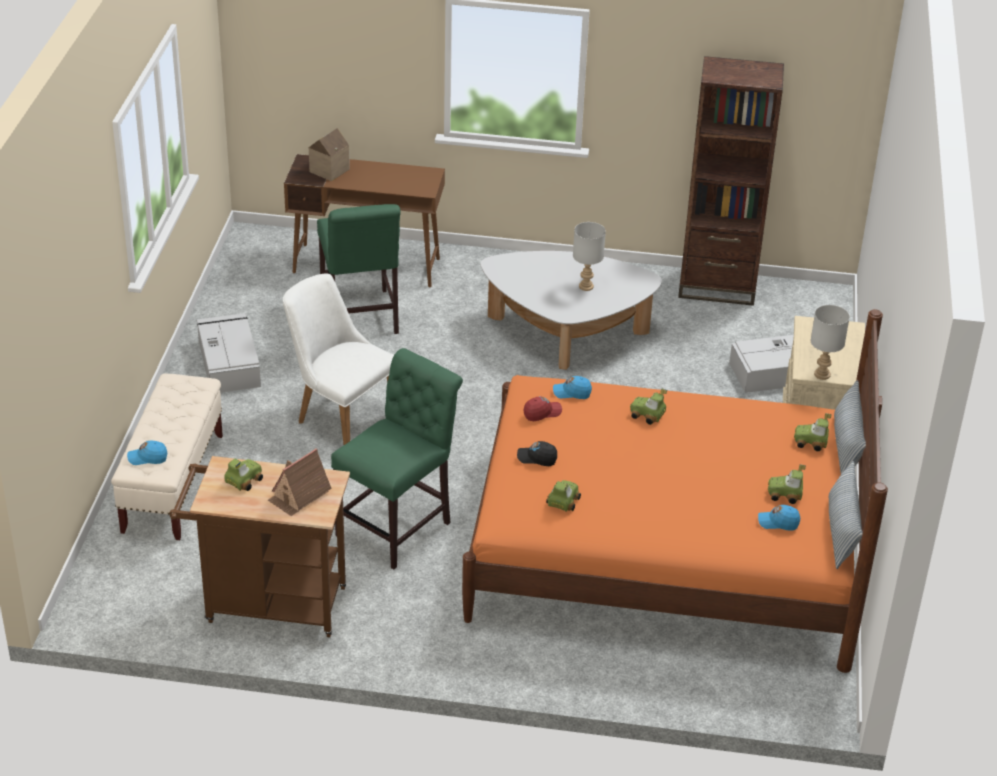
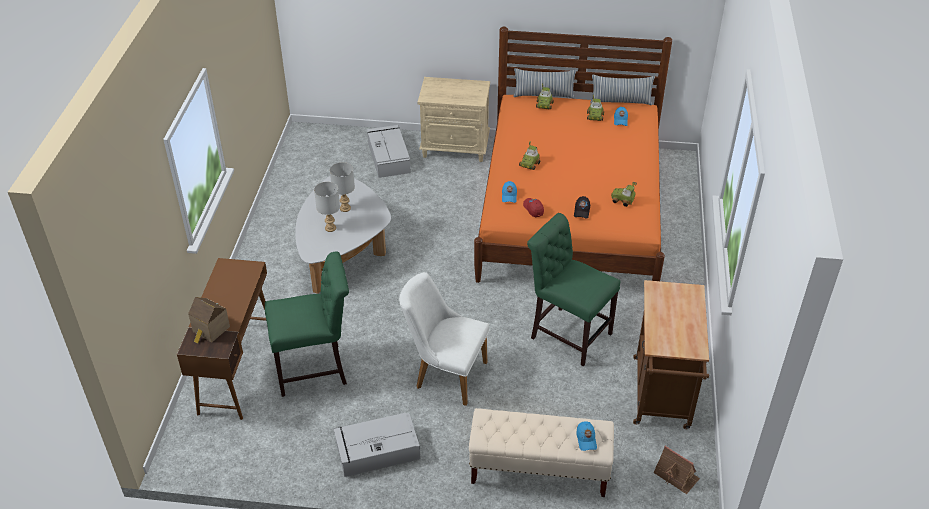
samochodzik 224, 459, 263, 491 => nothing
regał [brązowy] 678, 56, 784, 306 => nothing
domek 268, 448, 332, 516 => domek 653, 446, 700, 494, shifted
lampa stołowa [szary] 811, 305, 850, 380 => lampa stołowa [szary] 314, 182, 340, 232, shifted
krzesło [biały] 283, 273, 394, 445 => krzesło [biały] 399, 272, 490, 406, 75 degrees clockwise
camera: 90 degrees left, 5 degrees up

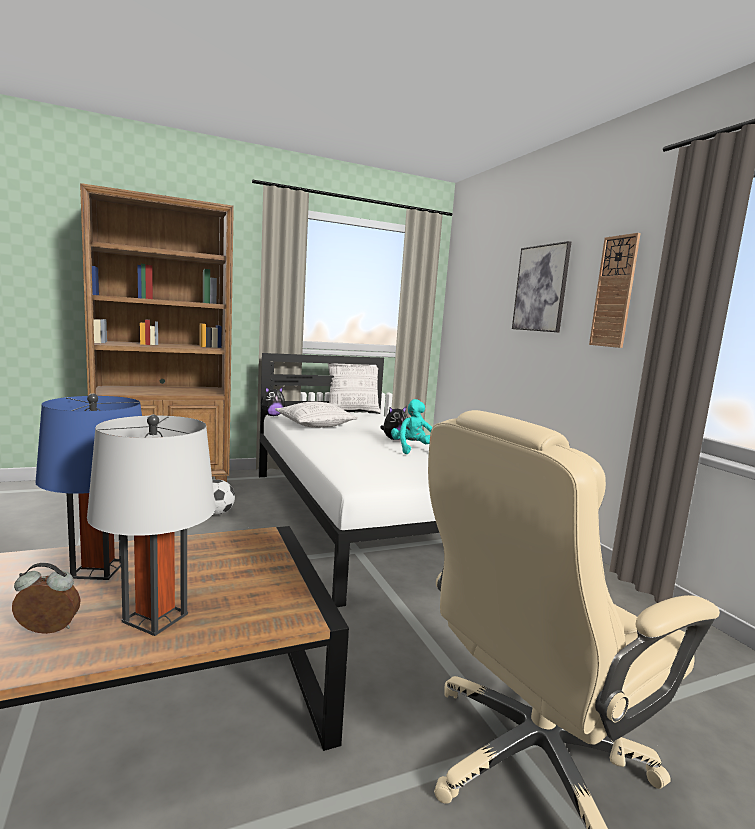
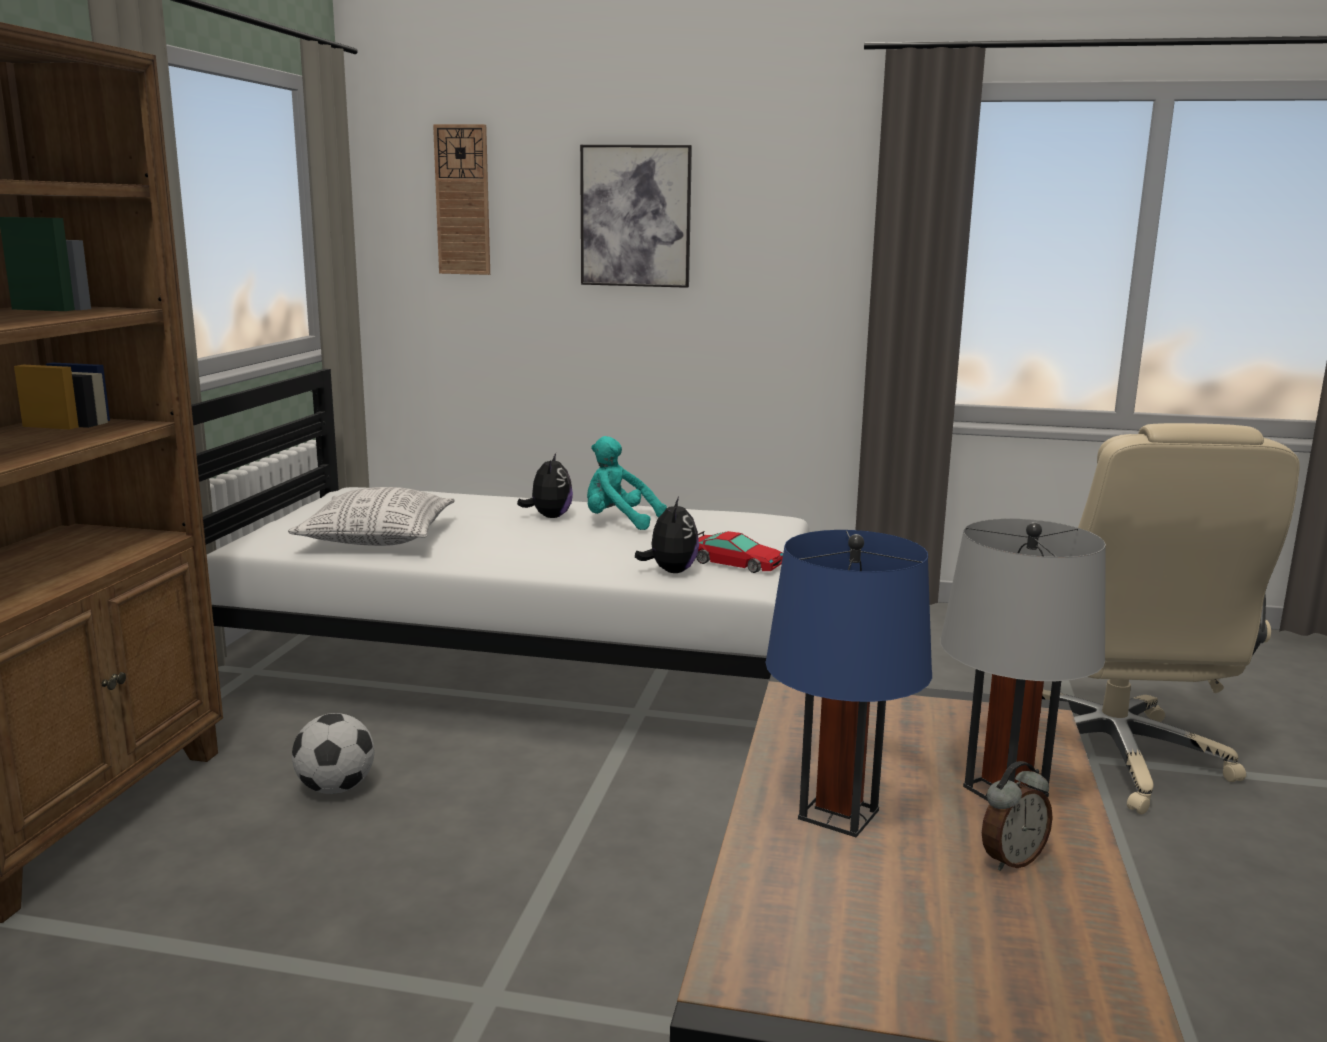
poduszka 328, 363, 381, 413 => nothing
nothing => samochodzik 696, 531, 783, 573
pluszak 262, 387, 285, 416 => pluszak 635, 497, 699, 573, shifted
zegar ścienny 589, 233, 641, 348 => zegar ścienny 433, 124, 490, 275, shifted
budzik 12, 563, 81, 634 => budzik 982, 761, 1053, 871, 150 degrees counterclockwise
camera: 55 degrees left, 5 degrees up

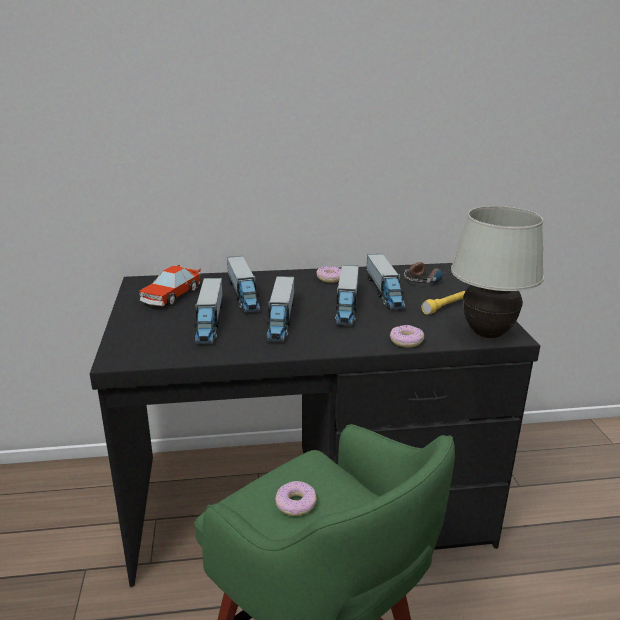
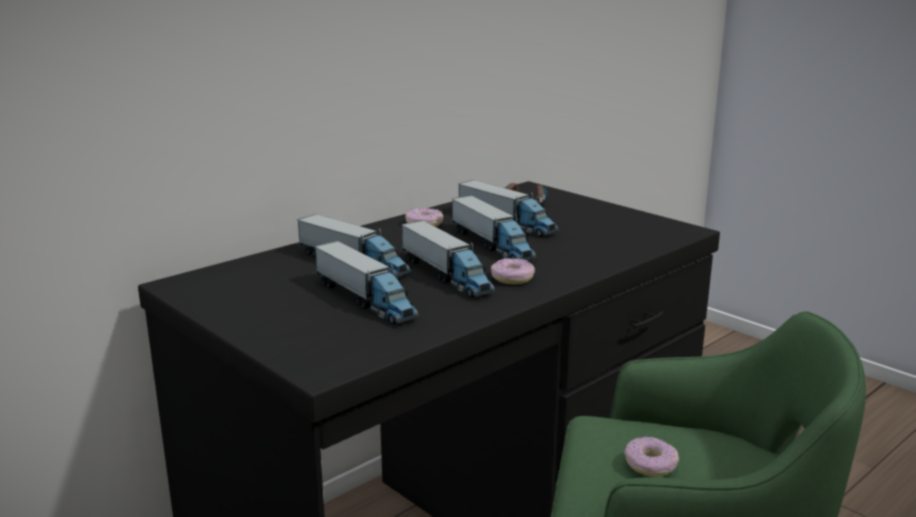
samochodzik 139, 264, 201, 306 => nothing
latarka [żółty] 421, 291, 465, 315 => nothing
lampa stołowa [biały] 451, 206, 544, 338 => nothing
donut 390, 325, 424, 347 => donut 491, 258, 535, 284, shifted
camera: 35 degrees left, 5 degrees down

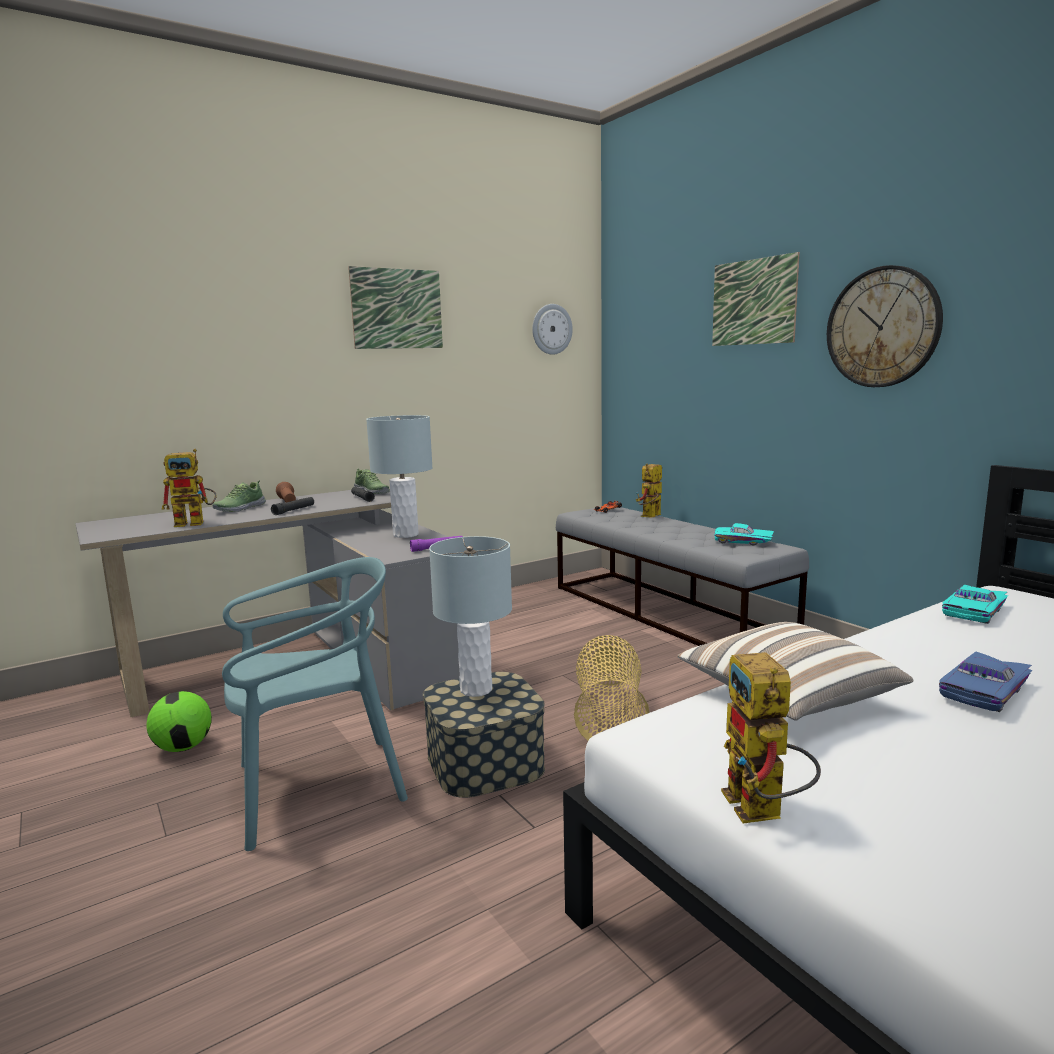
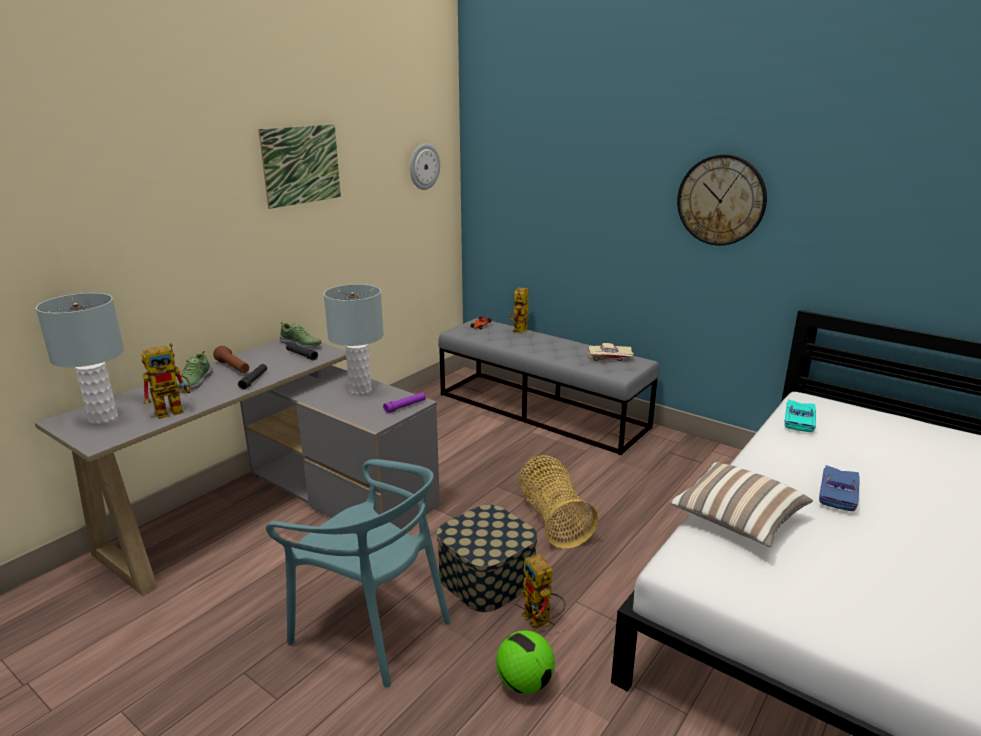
obraz 712, 252, 800, 346 => nothing
piłka futbolowa 146, 691, 212, 752 => piłka futbolowa 496, 630, 555, 694, shifted
lampa stołowa [szary] 429, 536, 512, 697 => lampa stołowa [szary] 36, 293, 124, 424, shifted
robot zabawkowy 721, 652, 821, 824 => robot zabawkowy 521, 553, 566, 630, shifted
samochodzik [turkusowy] 714, 523, 774, 545 => samochodzik [beżowy] 588, 343, 634, 361
krzesło [turkusowy] 222, 557, 408, 851 => krzesło [turkusowy] 266, 459, 451, 687, 75 degrees clockwise
camera: 20 degrees left, 10 degrees up

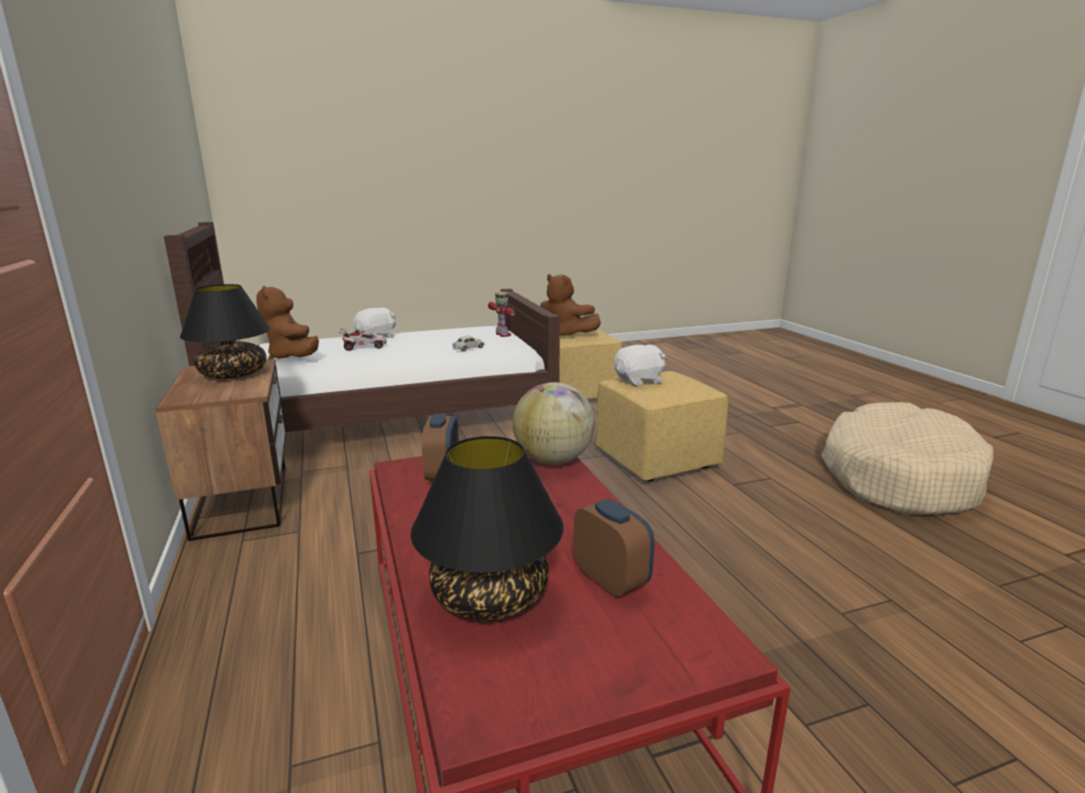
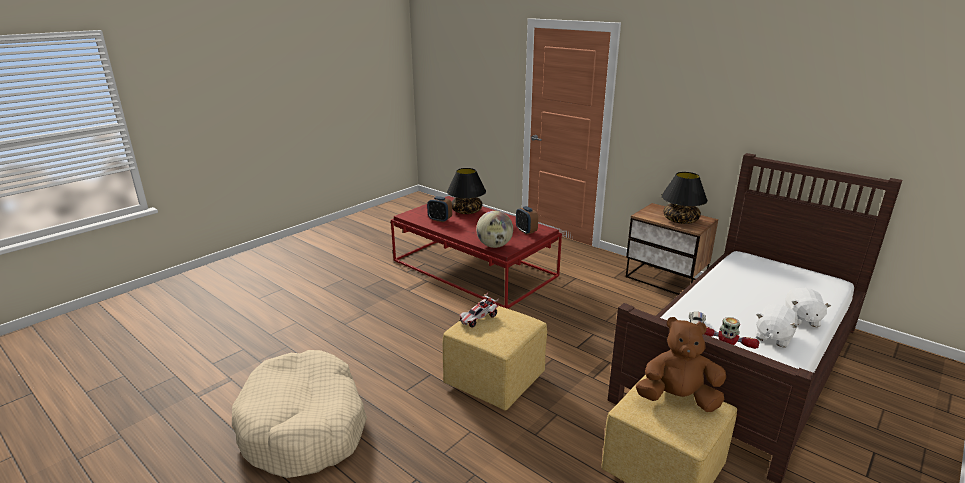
pluszak [brązowy] 256, 286, 319, 359 => nothing
samochodzik 339, 328, 386, 351 => samochodzik 459, 293, 499, 328, shifted
pluszak [biały] 614, 345, 666, 387 => pluszak [biały] 756, 304, 798, 347, shifted
camera: 150 degrees right, 5 degrees up

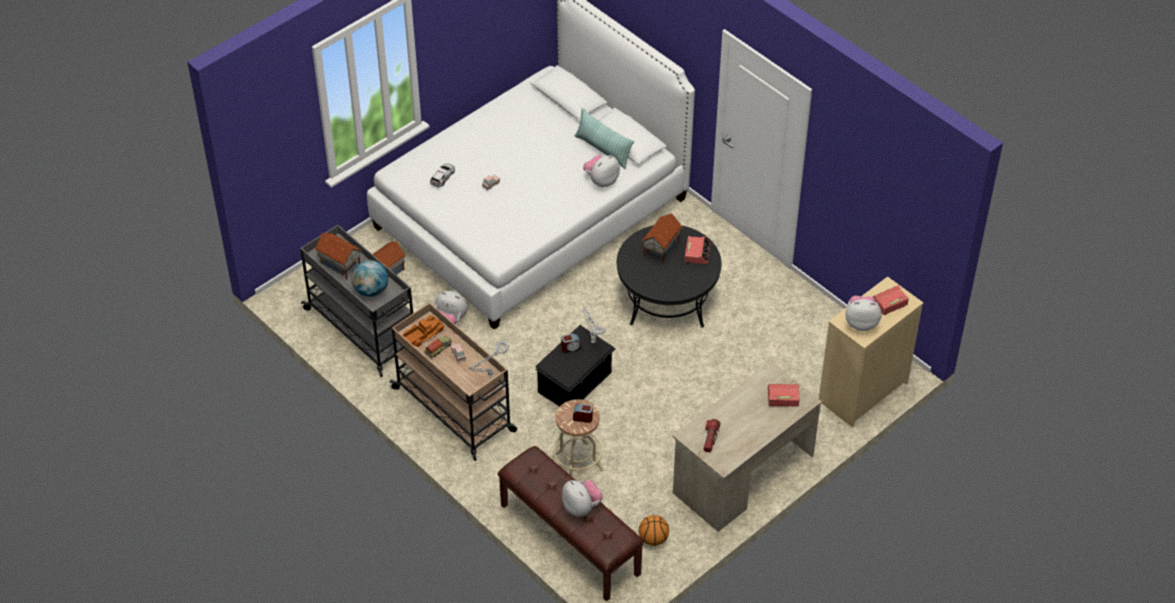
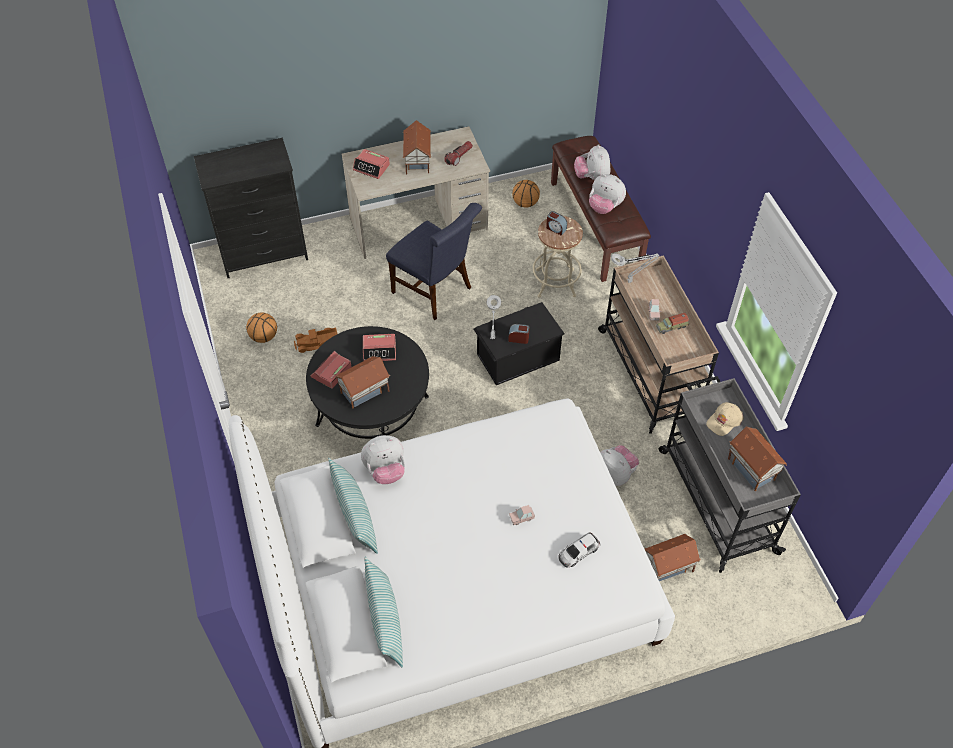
nothing => piłka do koszykówki 246, 312, 277, 343
nothing => poduszka 364, 557, 403, 667
nothing => krzesło [niebieski] 386, 203, 482, 320
nothing => domek 403, 120, 431, 175
ciężarówka zabawkowa 402, 315, 445, 347 => ciężarówka zabawkowa 294, 328, 338, 353, shifted
pluszak 845, 295, 882, 331 => pluszak 589, 174, 626, 214, shifted
budzik 873, 285, 909, 315 => budzik 363, 334, 396, 361, shifted
globus 351, 260, 388, 297 => czapka z daszkiem [beżowy] 706, 402, 744, 436
komoda [beżowy] 819, 276, 923, 428 => komoda [czarny] 194, 138, 308, 278
camera: 155 degrees left, 5 degrees up

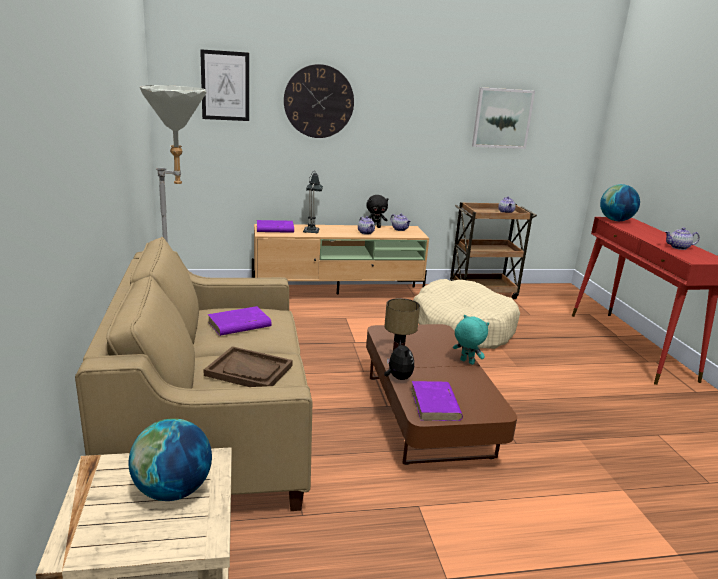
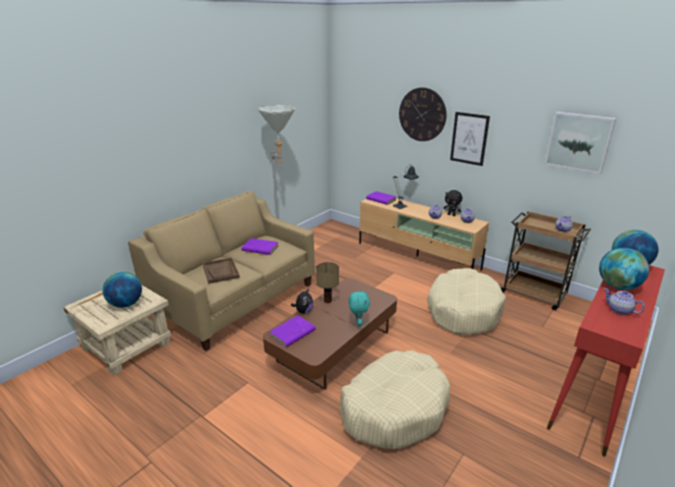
nothing => legowisko [beżowy] 340, 350, 450, 449
nothing => globus 599, 248, 649, 290
obraz 200, 49, 249, 121 => obraz 450, 112, 490, 166, shifted
camera: 50 degrees right, 5 degrees up

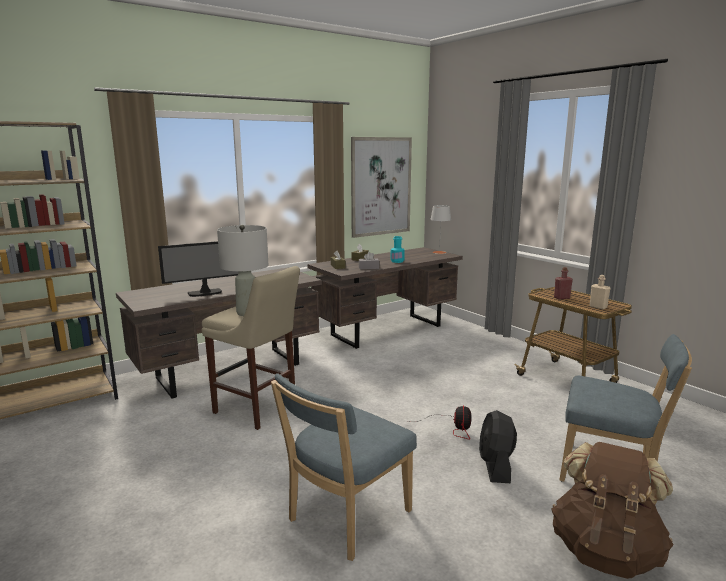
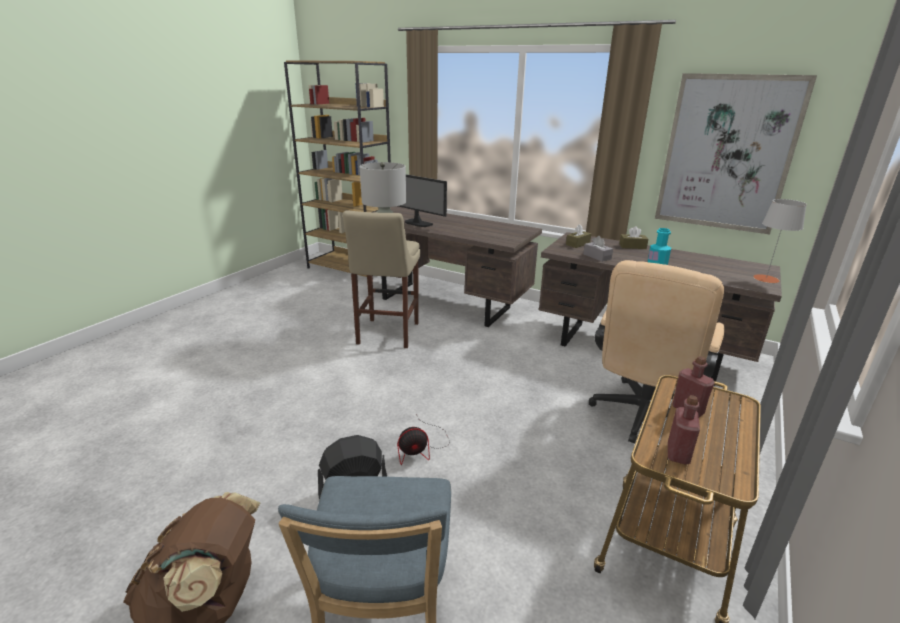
krzesło [niebieski] 271, 373, 417, 561 => nothing
nothing => krzesło biurowe [beżowy] 589, 260, 725, 444
butelka [beżowy] 590, 275, 611, 309 => butelka [czerwony] 668, 395, 700, 465
camera: 65 degrees right, 10 degrees up

